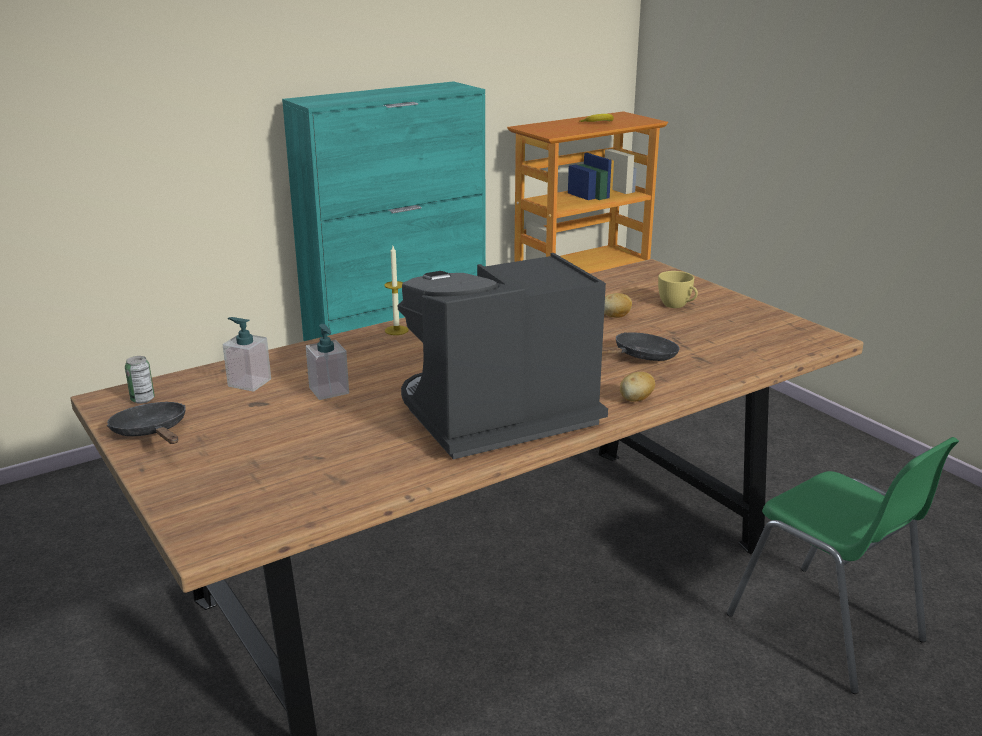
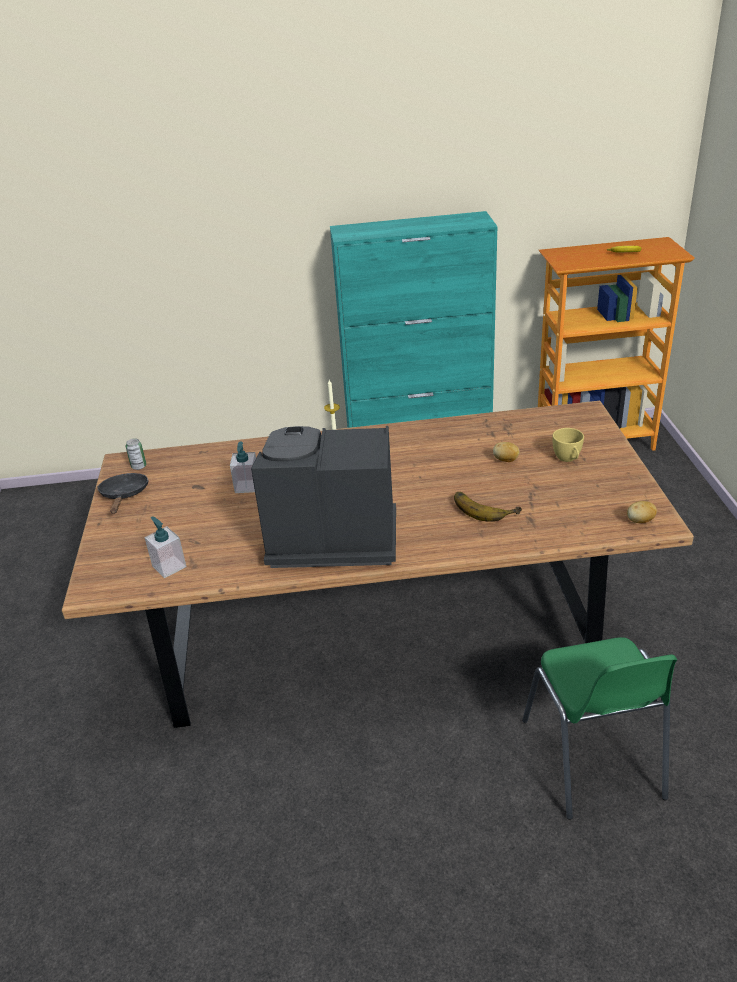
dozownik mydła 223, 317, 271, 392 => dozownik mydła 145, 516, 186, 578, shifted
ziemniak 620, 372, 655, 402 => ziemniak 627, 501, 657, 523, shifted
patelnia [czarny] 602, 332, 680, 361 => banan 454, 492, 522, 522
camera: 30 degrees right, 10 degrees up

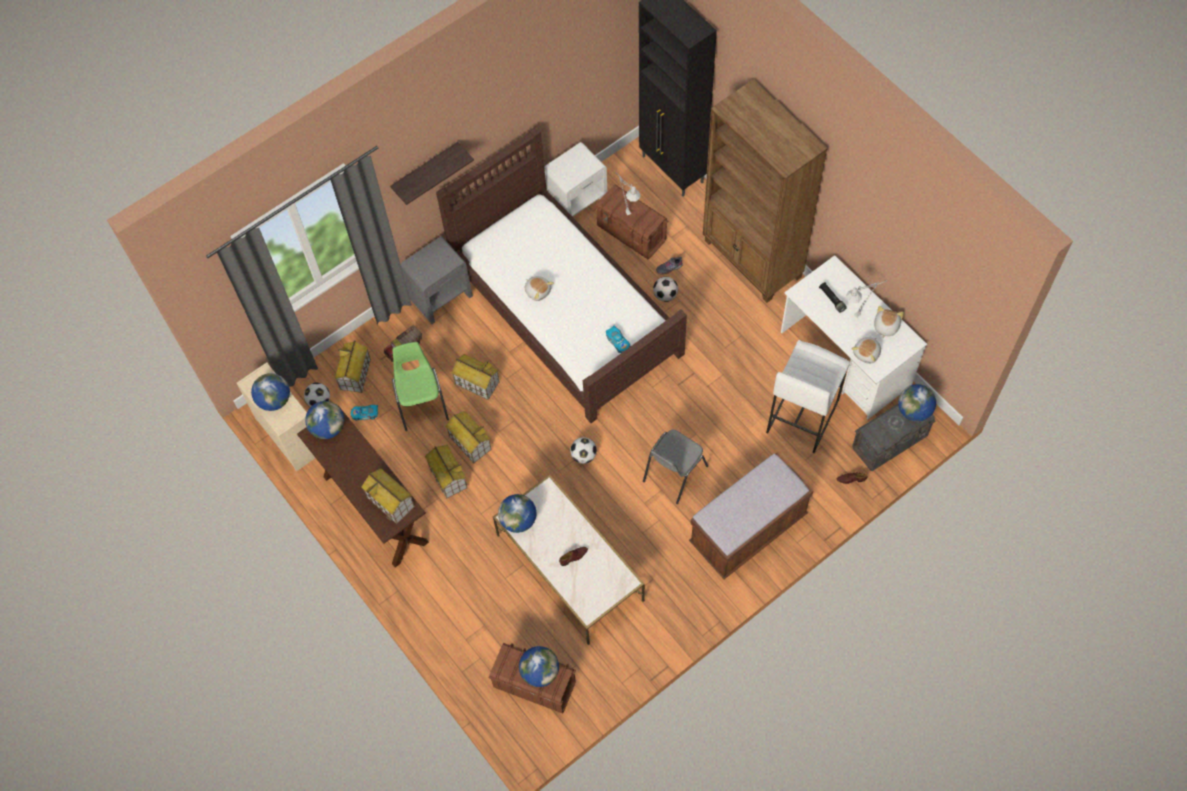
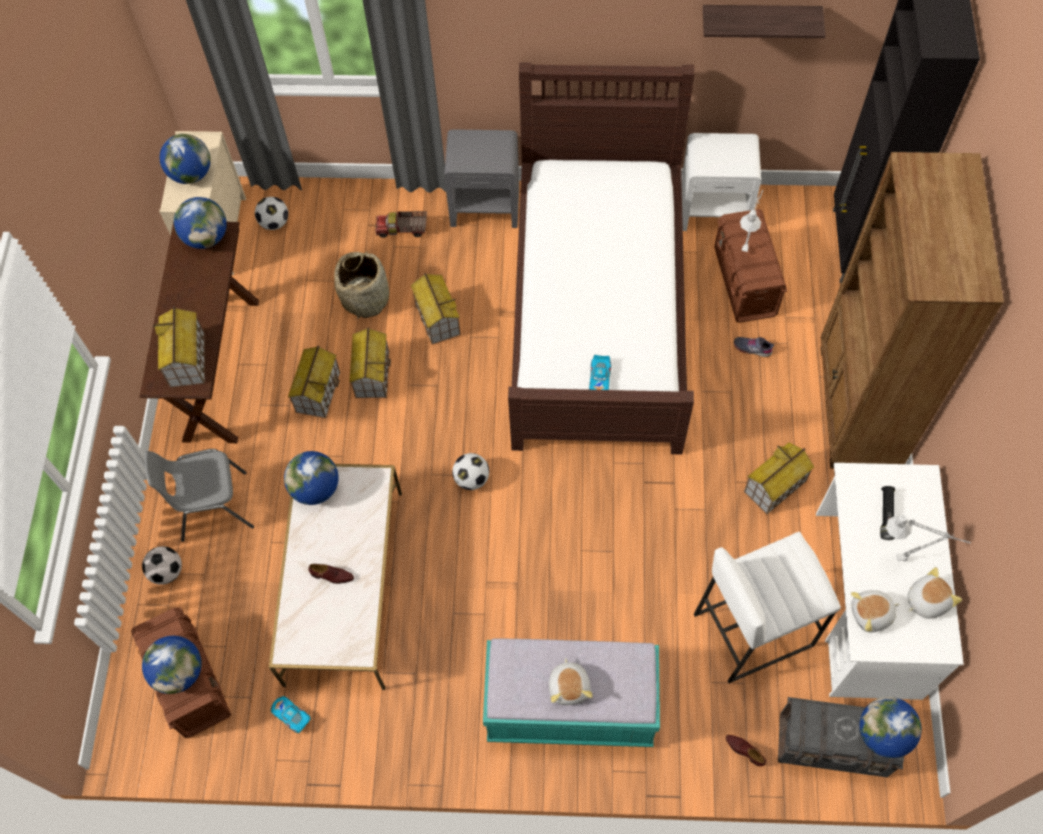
domek 335, 340, 371, 393 => domek 744, 442, 814, 514, shifted
samochodzik 351, 405, 378, 421 => samochodzik 271, 696, 311, 733, shifted
półka 390, 142, 474, 205 => półka 703, 5, 826, 38, shifted
pluszak 525, 276, 554, 301 => pluszak 549, 658, 593, 705, shifted
krzesło [szary] 643, 429, 708, 504 => krzesło [szary] 145, 449, 254, 542, shifted
piłka futbolowa 653, 277, 678, 302 => piłka futbolowa 142, 546, 182, 585, shifted
krzesło [zielony] 392, 342, 449, 431 => koszyk 334, 250, 389, 320
ławka [brązowy] 689, 453, 813, 579 => ławka [turkusowy] 483, 639, 660, 747
camera: 40 degrees right, 0 degrees up

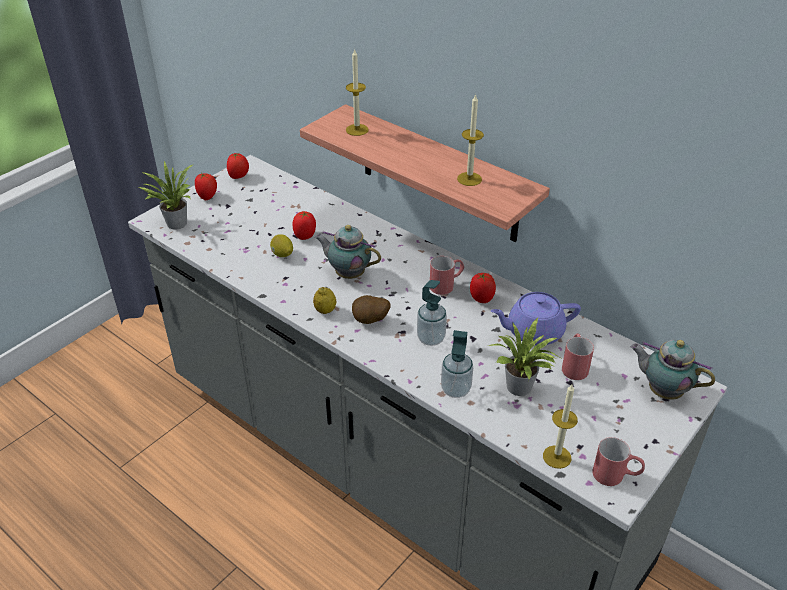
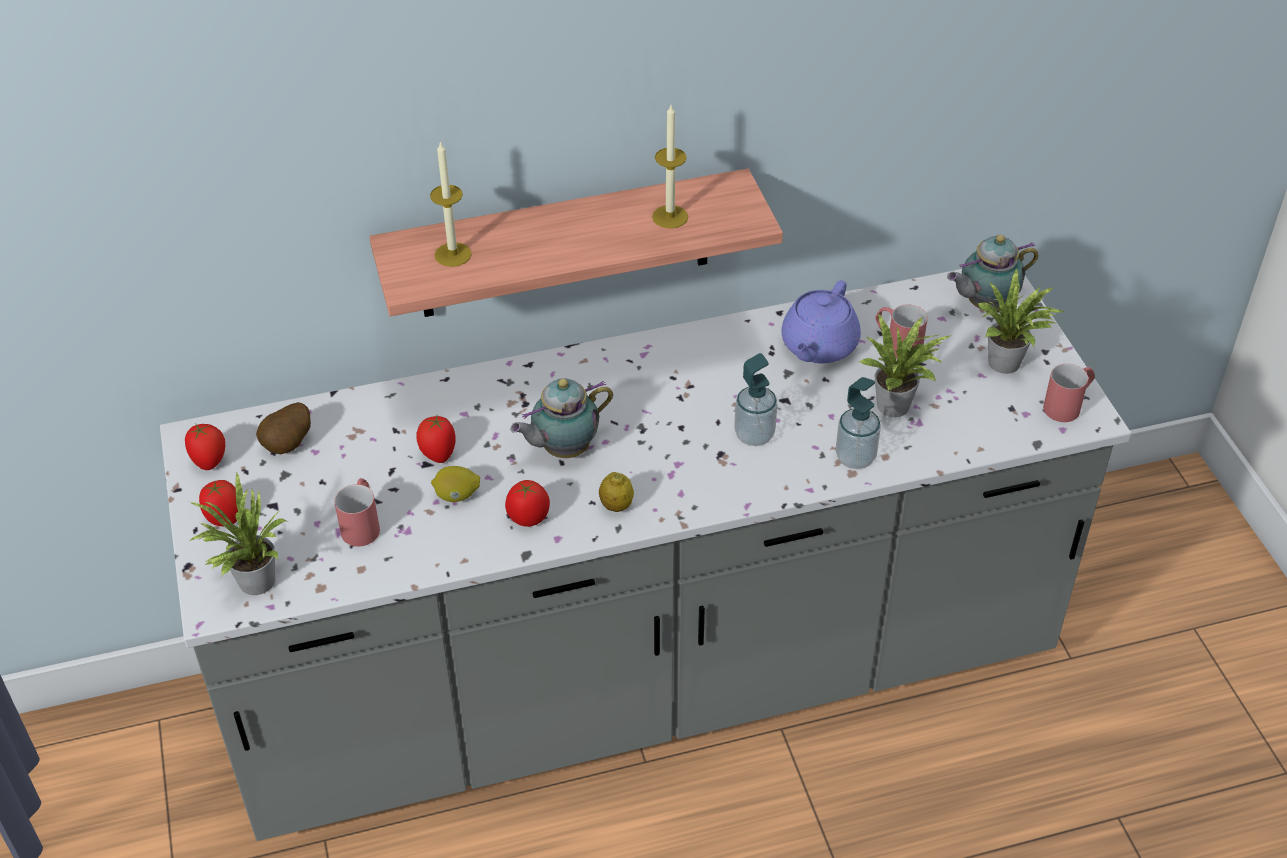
świeca 543, 384, 578, 469 => nothing
nothing => roślina doniczkowa 978, 269, 1063, 374
ziemniak 352, 295, 390, 324 => ziemniak 256, 402, 311, 454, shifted
kubek [czerwony] 430, 256, 464, 295 => kubek [czerwony] 334, 478, 380, 546, shifted
pomidor 470, 273, 496, 303 => pomidor 505, 480, 550, 527, shifted
camera: 55 degrees left, 5 degrees up

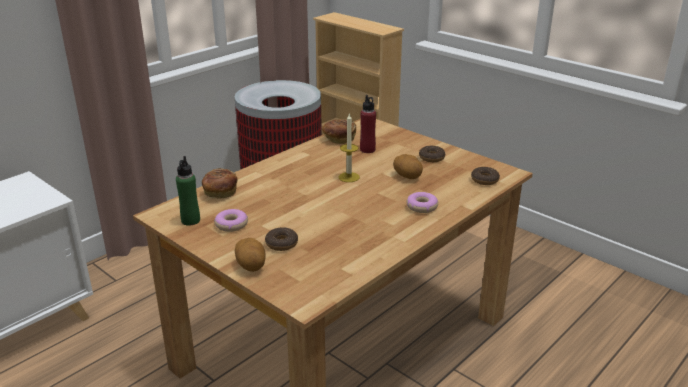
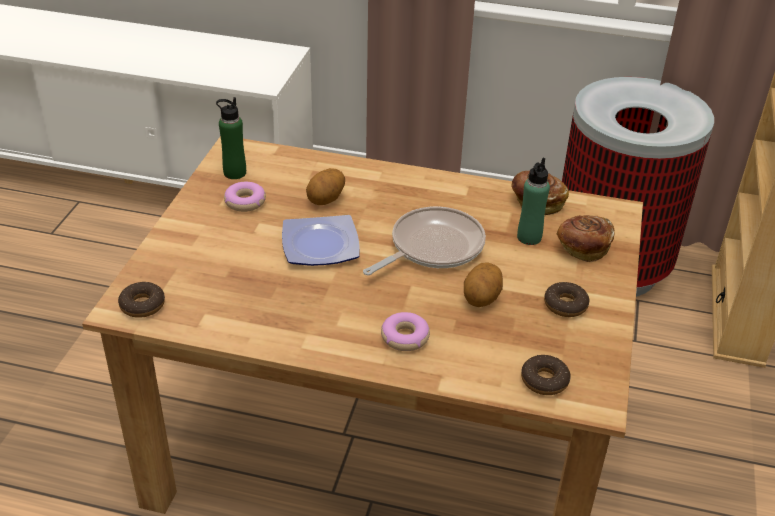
nothing => talerz 282, 215, 359, 266
chleb 202, 168, 238, 198 => chleb 557, 215, 614, 262, shifted
ziemniak 235, 238, 266, 272 => ziemniak 306, 168, 345, 205, shifted
donut 265, 227, 298, 251 => donut 118, 282, 165, 318, shifted
świeca 339, 114, 360, 182 => patelnia 363, 206, 486, 276
butelka [czerwony] 360, 95, 376, 153 => butelka [zielony] 517, 158, 550, 245
camera: 60 degrees right, 10 degrees up

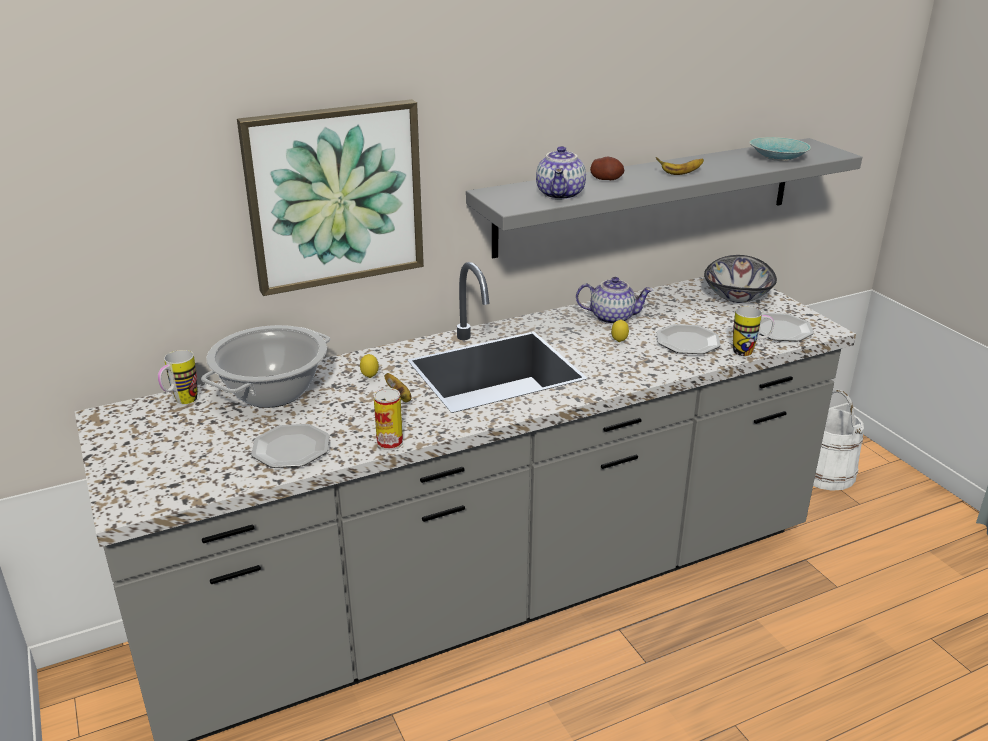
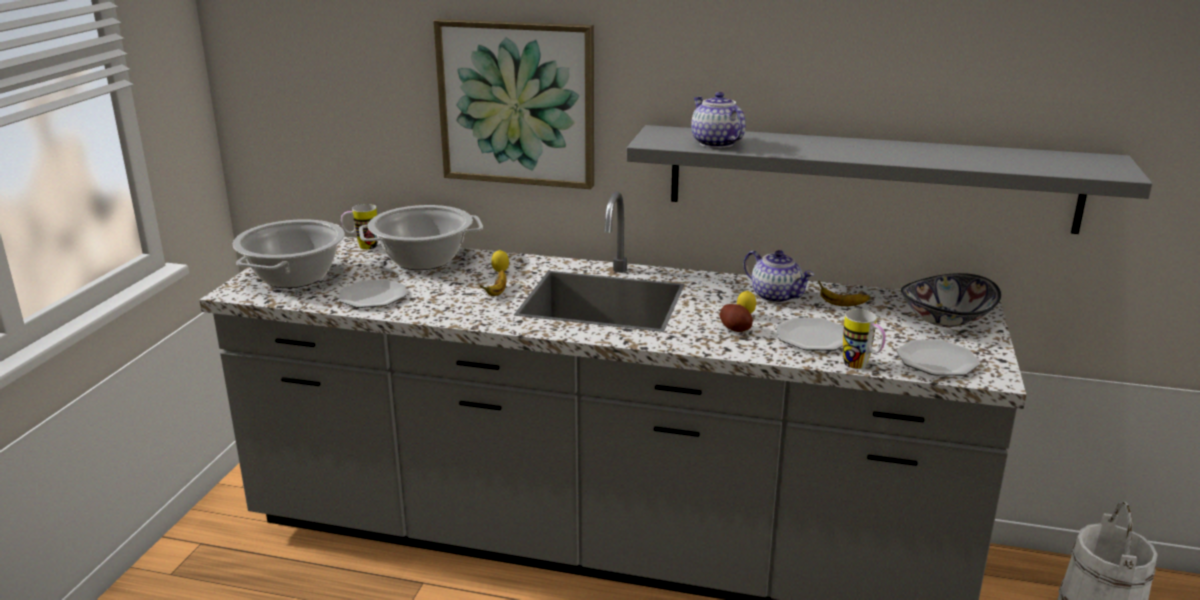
puszka 373, 388, 403, 450 => nothing
miska [turkusowy] 749, 137, 811, 161 => nothing
nothing => garnek 233, 219, 345, 288
ziemniak 590, 157, 624, 180 => ziemniak 720, 304, 753, 332, shifted
banan 656, 157, 704, 175 => banan 818, 281, 870, 306, shifted
imbryk 536, 146, 586, 200 => imbryk 691, 92, 745, 148, 105 degrees clockwise
camera: 40 degrees right, 5 degrees down

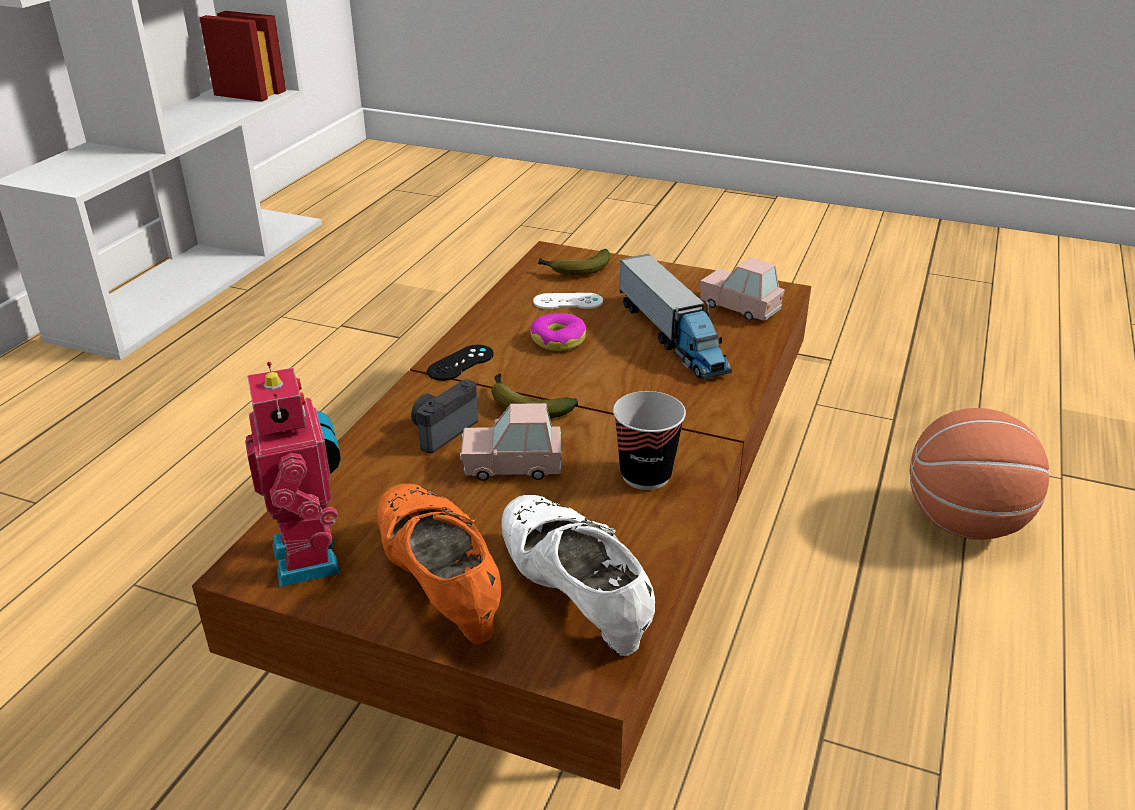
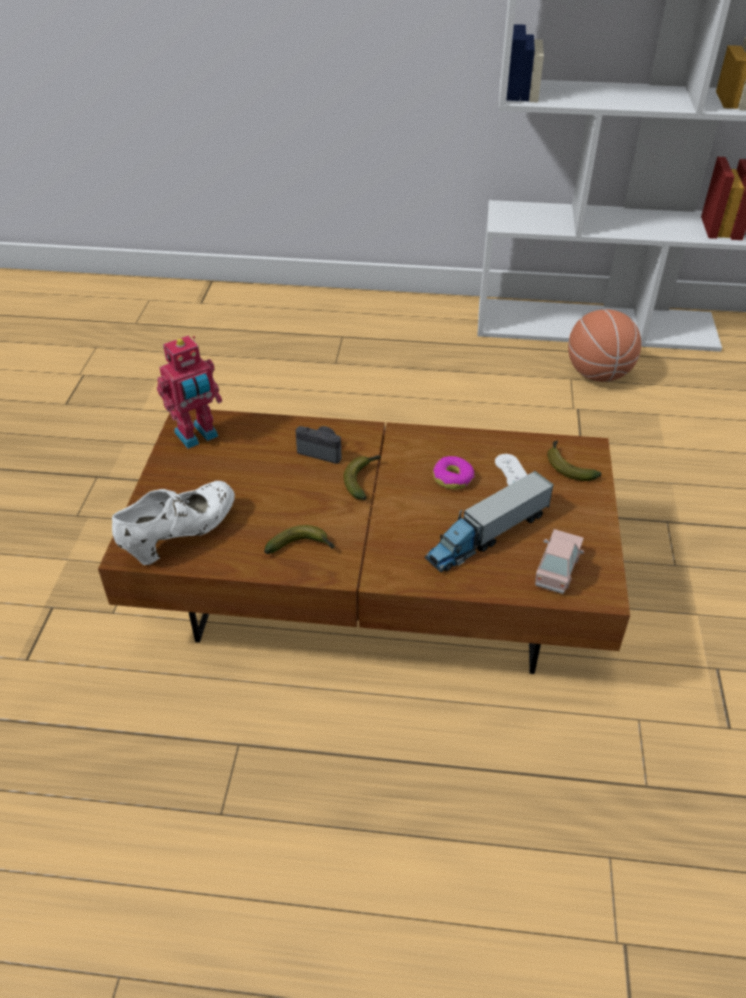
but [pomarańczowy] 377, 484, 501, 644 => nothing
pad do gier [czarny] 427, 345, 494, 381 => nothing
samochodzik [różowy] 460, 403, 562, 481 => nothing
piłka do koszykówki 910, 408, 1049, 540 => piłka do koszykówki 568, 309, 641, 382, shifted
filiżanka 613, 391, 686, 490 => banan 264, 525, 335, 554
camera: 75 degrees right, 10 degrees up

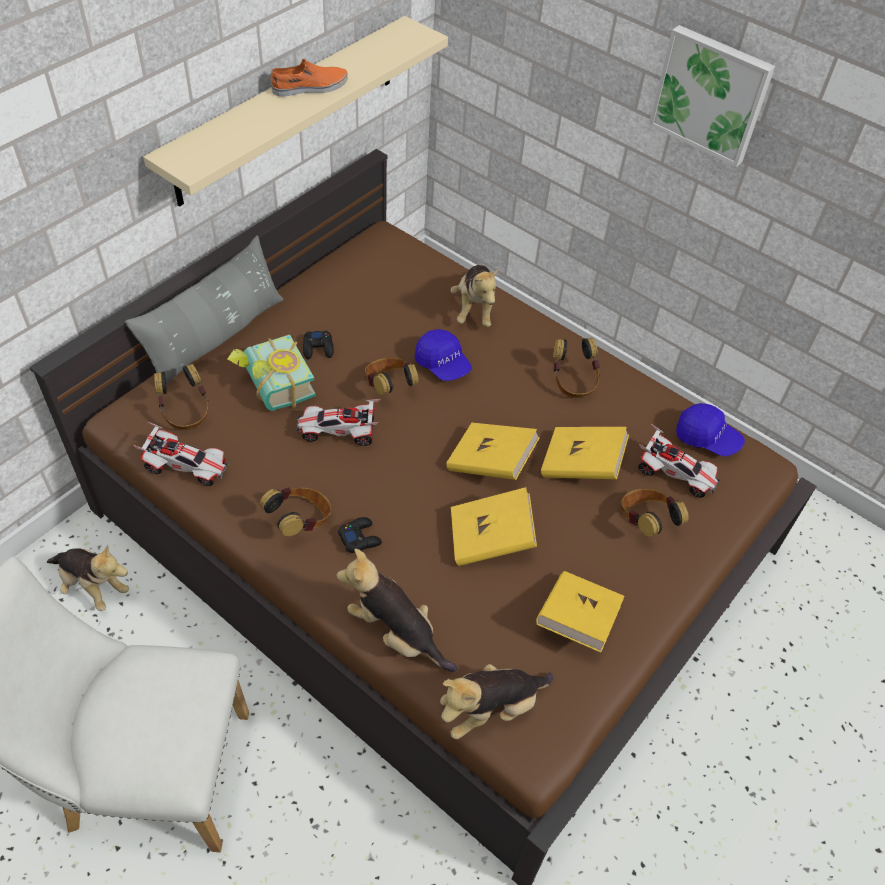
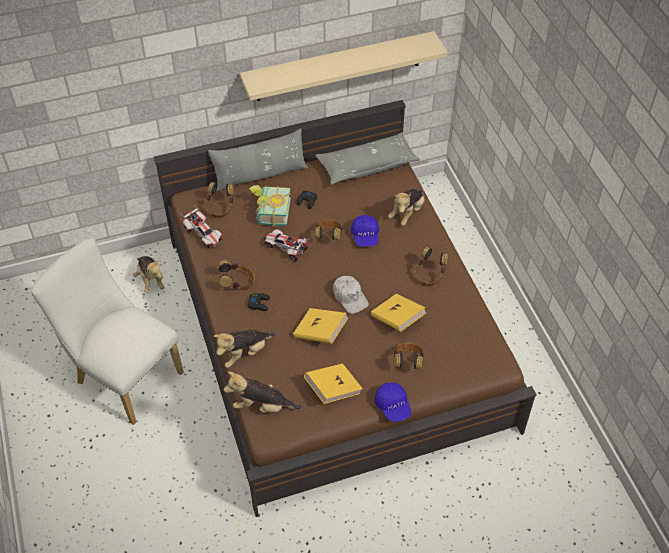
but [pomarańczowy] 271, 59, 348, 97 => nothing
samochodzik 638, 424, 721, 498 => nothing
obraz 649, 25, 775, 167 => nothing
nothing => poduszka [szary] 315, 132, 420, 185
czapka z daszkiem [niebieski] 676, 403, 745, 456 => czapka z daszkiem [niebieski] 374, 382, 412, 422, shifted
książka [żółty] 446, 423, 540, 480 => czapka z daszkiem [biały] 333, 276, 369, 314
pluszak 337, 549, 457, 672 => pluszak 214, 330, 275, 368, 105 degrees counterclockwise
camera: 35 degrees right, 0 degrees up

